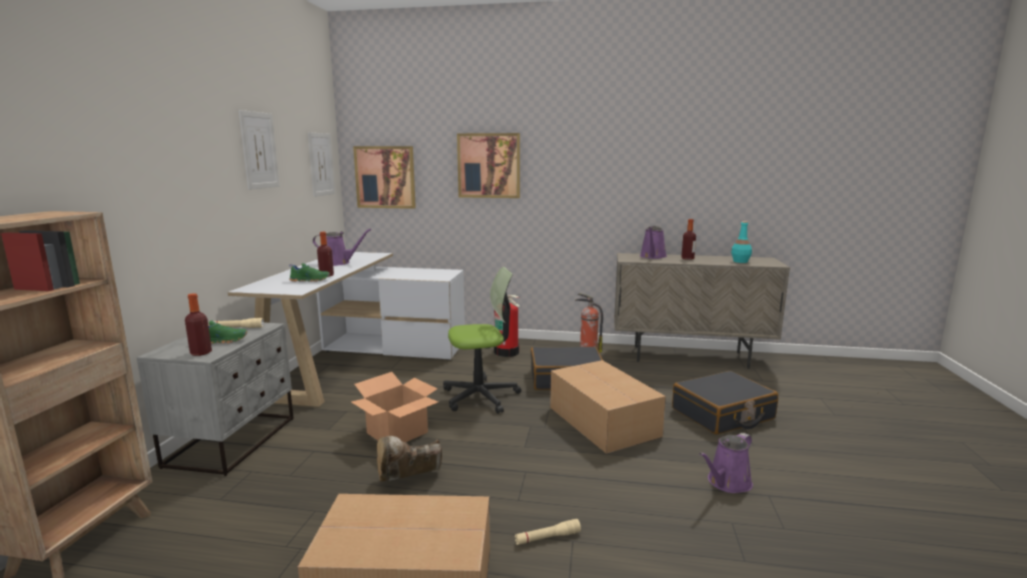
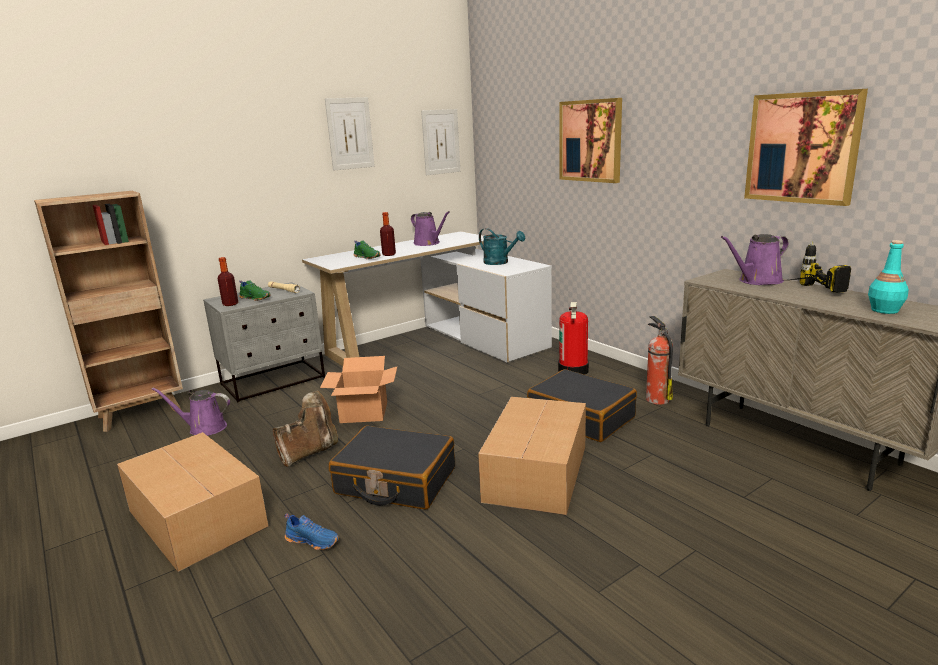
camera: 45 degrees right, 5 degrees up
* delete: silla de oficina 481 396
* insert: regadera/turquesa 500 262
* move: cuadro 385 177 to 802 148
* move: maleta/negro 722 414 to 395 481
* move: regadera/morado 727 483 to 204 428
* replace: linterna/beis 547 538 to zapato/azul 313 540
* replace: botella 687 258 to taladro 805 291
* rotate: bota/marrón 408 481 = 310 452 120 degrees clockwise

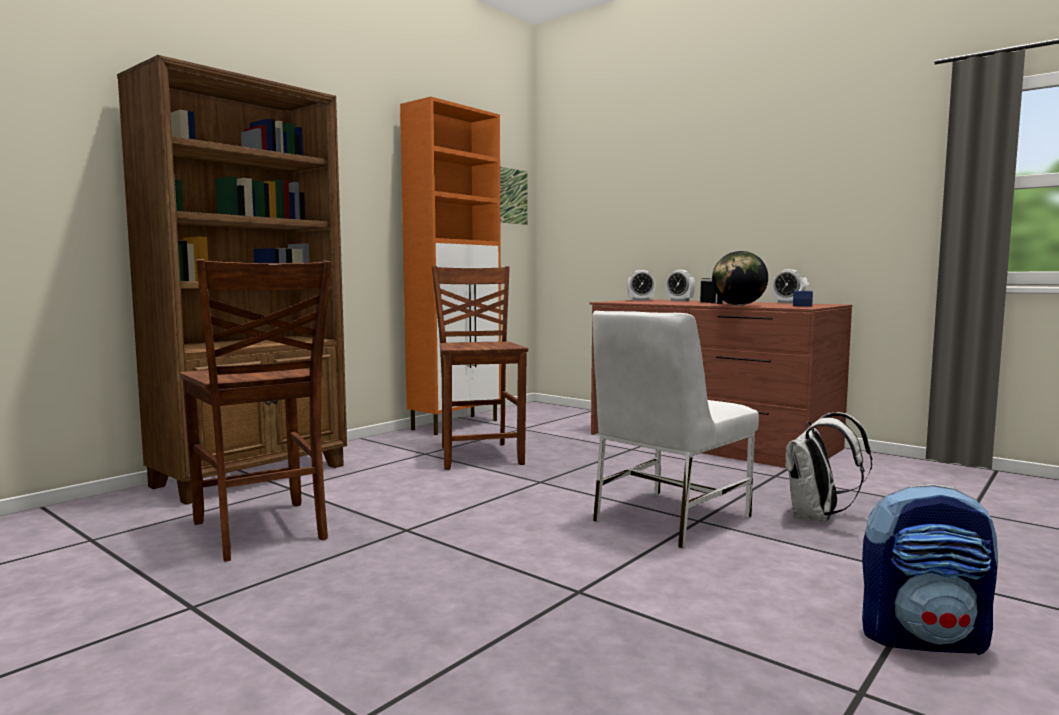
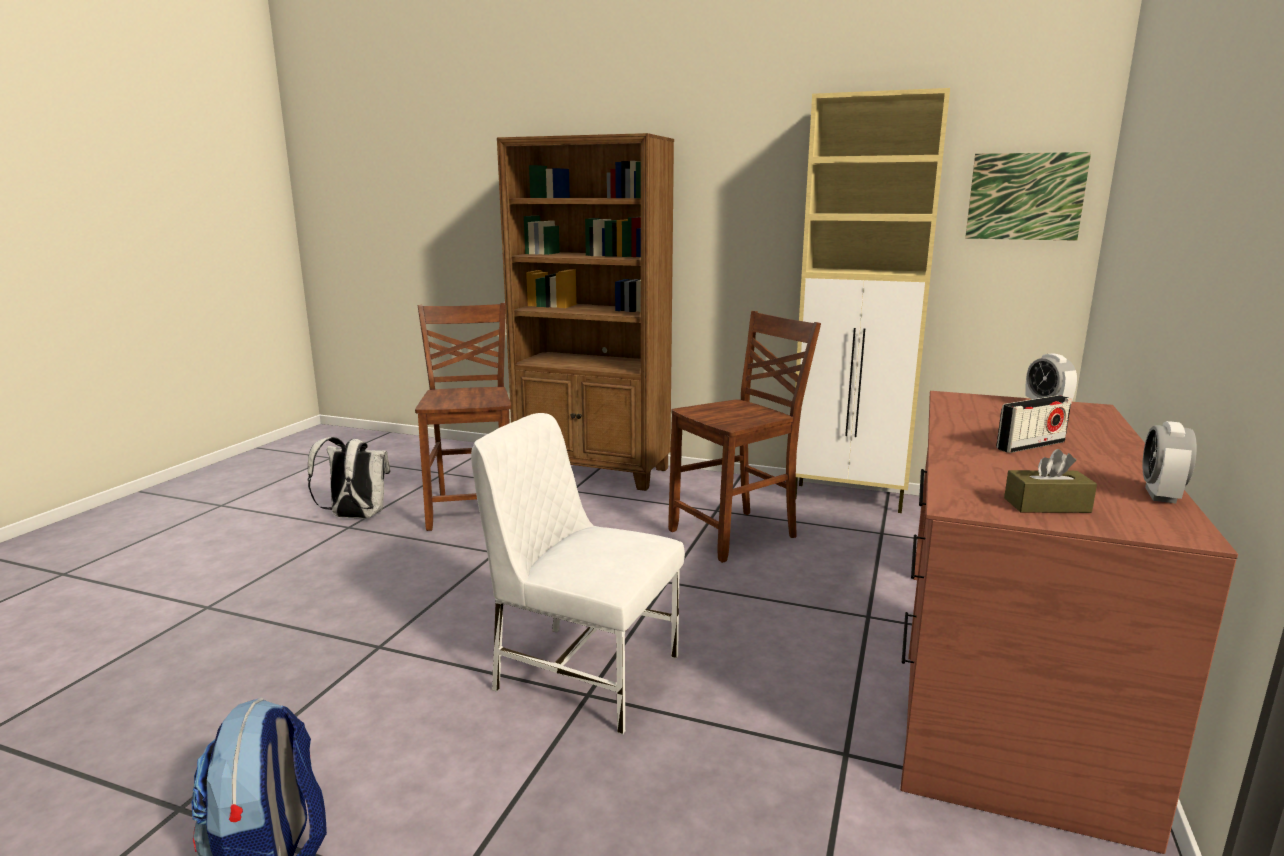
camera: 70 degrees right, 10 degrees up
* delete: despertador 680 301
* delete: globo terráqueo 738 305
* move: mochila/blanco 817 518 to 355 517
* recolor: armario/naranja 456 425 to armario/beis 849 498
* recolor: caja de pañuelos/azul 802 305 to caja de pañuelos/marrón 1047 505
* rotate: silla/marrón 261 532 = 473 509 135 degrees clockwise

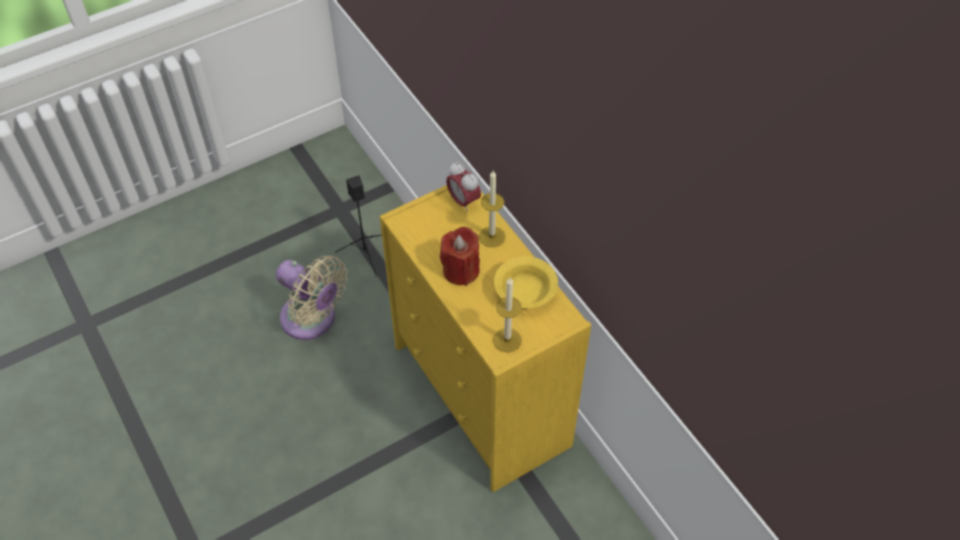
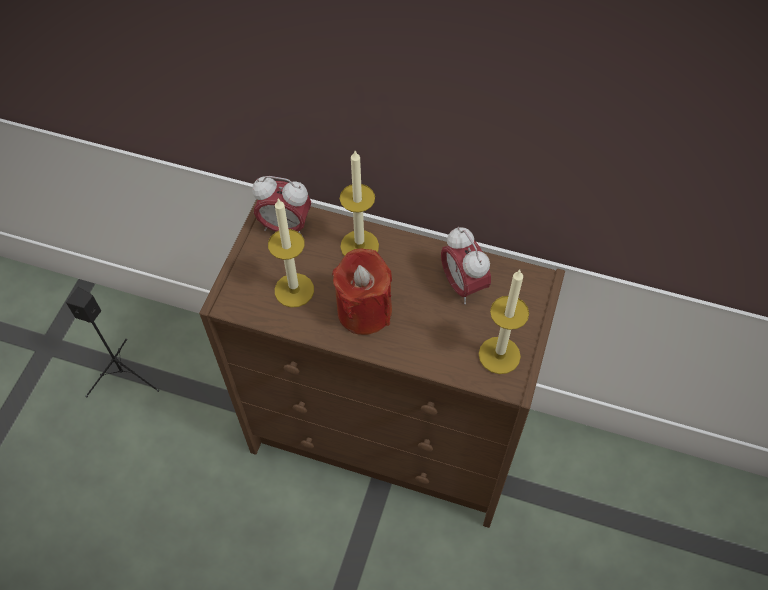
camera: 40 degrees left, 5 degrees up
* delete: ventilador/beis 312 320
* insert: vela 294 290
* replace: cuenco/amarillo 526 293 to despertador 462 285
* recolor: cómoda/amarillo 482 397 to cómoda/marrón 389 436

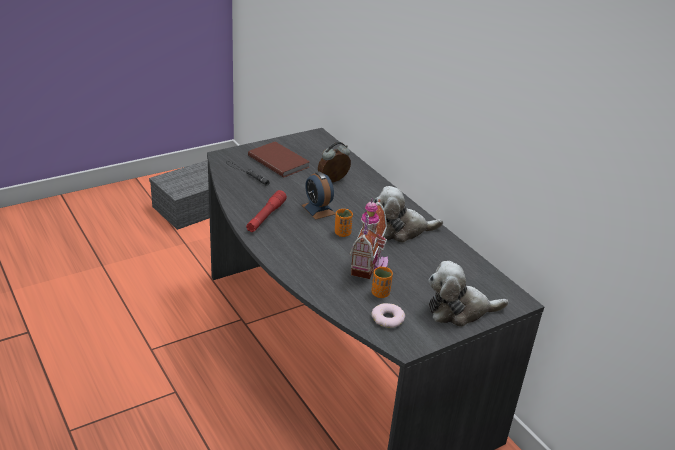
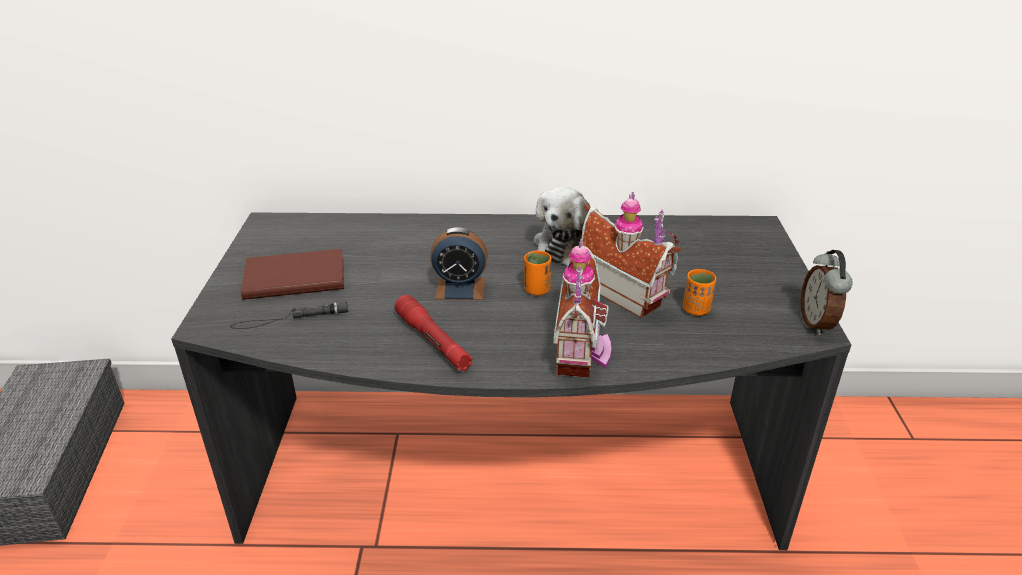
camera: 55 degrees left, 0 degrees up
* delete: rosquilla 388 318
* delete: peluche 459 310
* insert: casita 583 352
* move: despertador 333 181 to 817 323

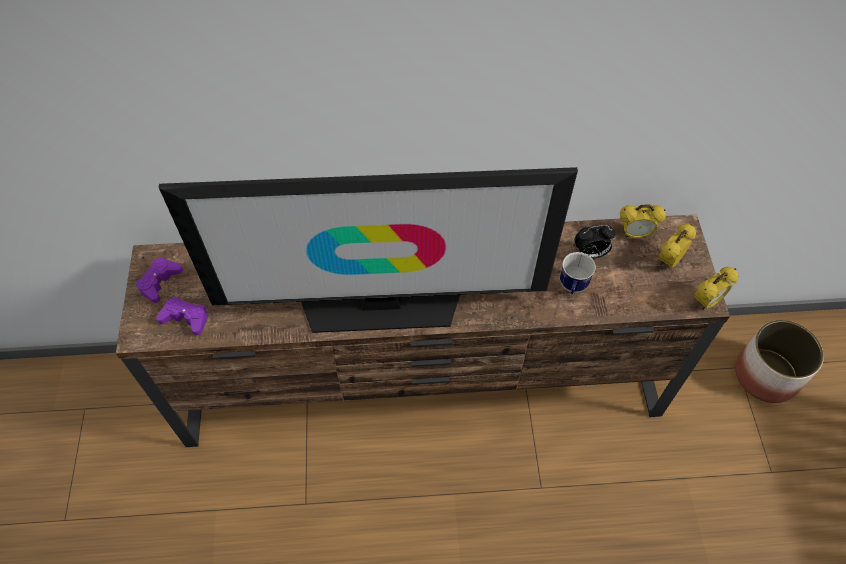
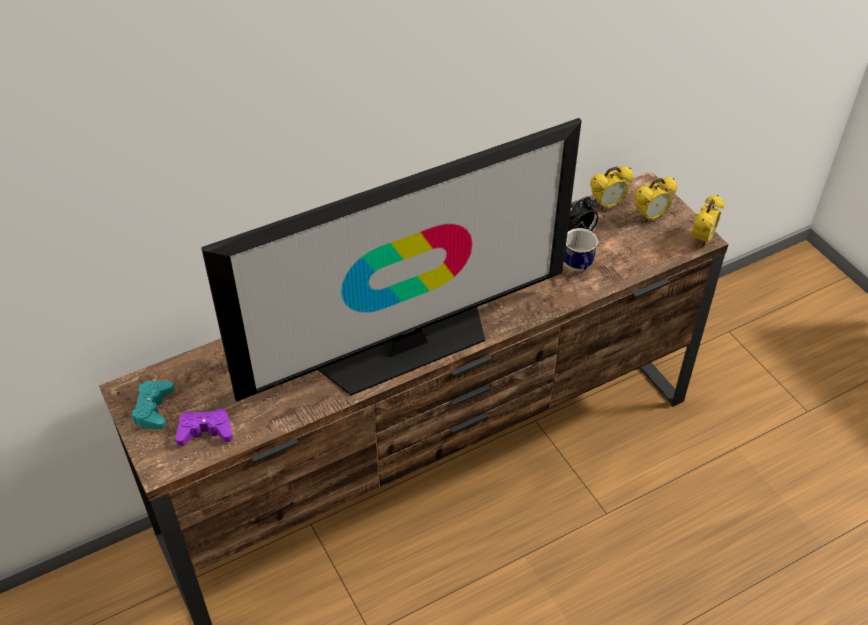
camera: 25 degrees left, 10 degrees down
* delete: maceta 766 375
* recolor: mando de consola/morado 160 282 to mando de consola/turquesa 153 409
* rotate: despertador 669 261 = 650 217 135 degrees counterclockwise

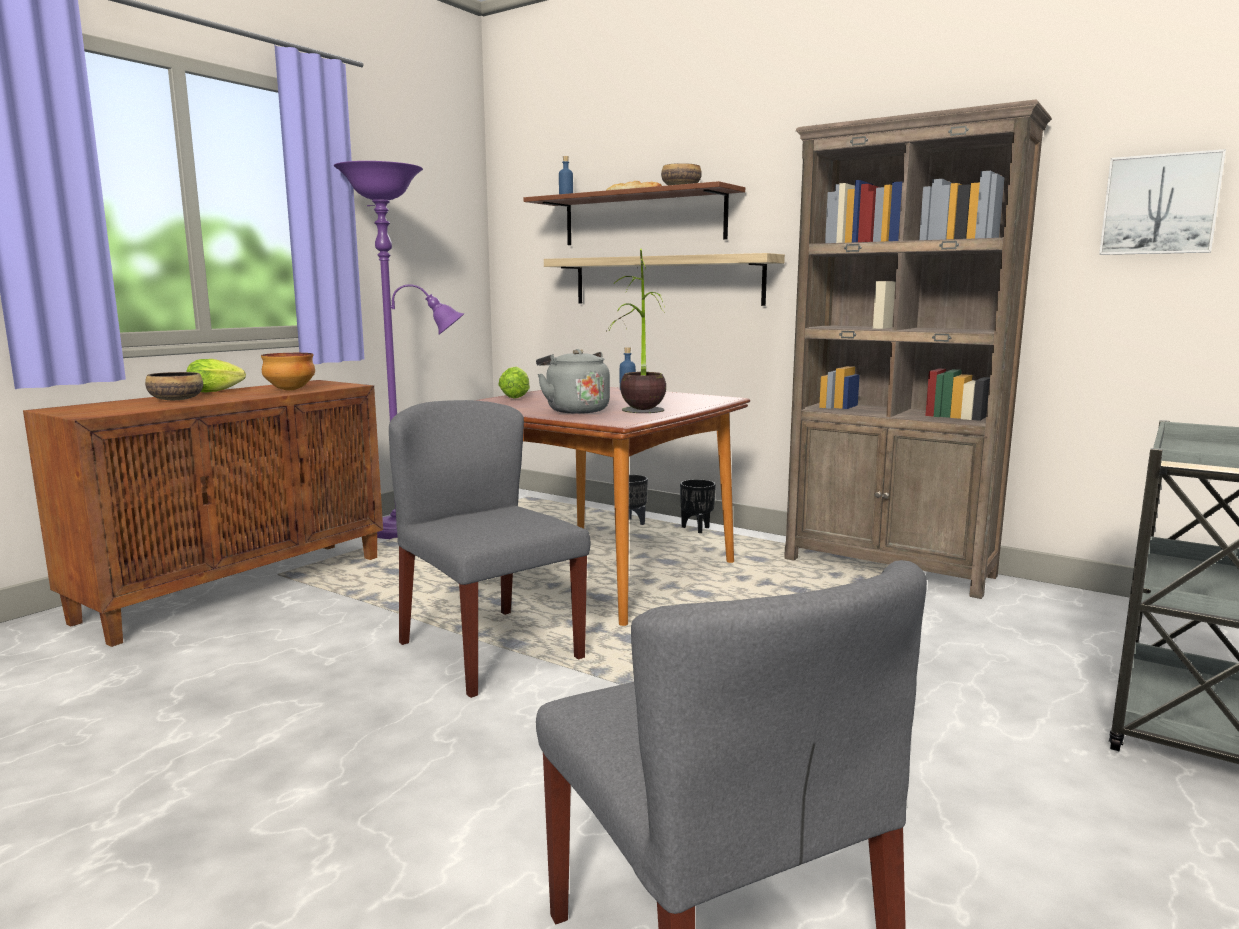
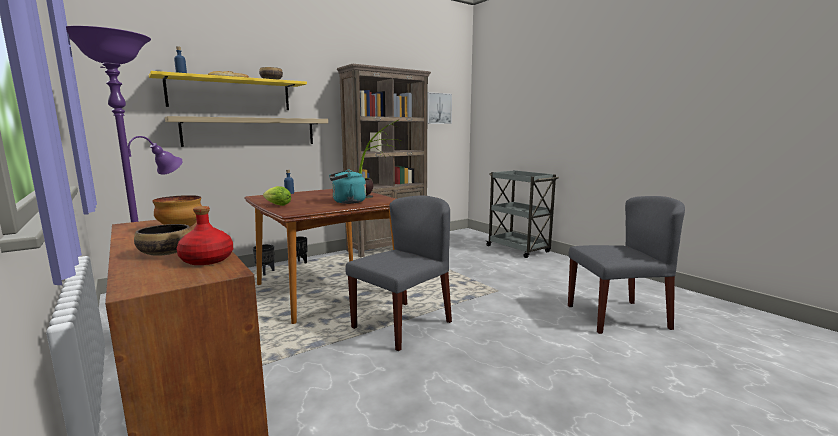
camera: 70 degrees left, 0 degrees up
* delete: lechuga 218 391
* insert: botella/rojo 207 260
* recolor: estante/marrón 643 218 to estante/amarillo 230 94
* recolor: hervidor/gris 574 410 to hervidor/turquesa 347 202
* rotate: silla/gris 489 650 = 402 324 150 degrees clockwise

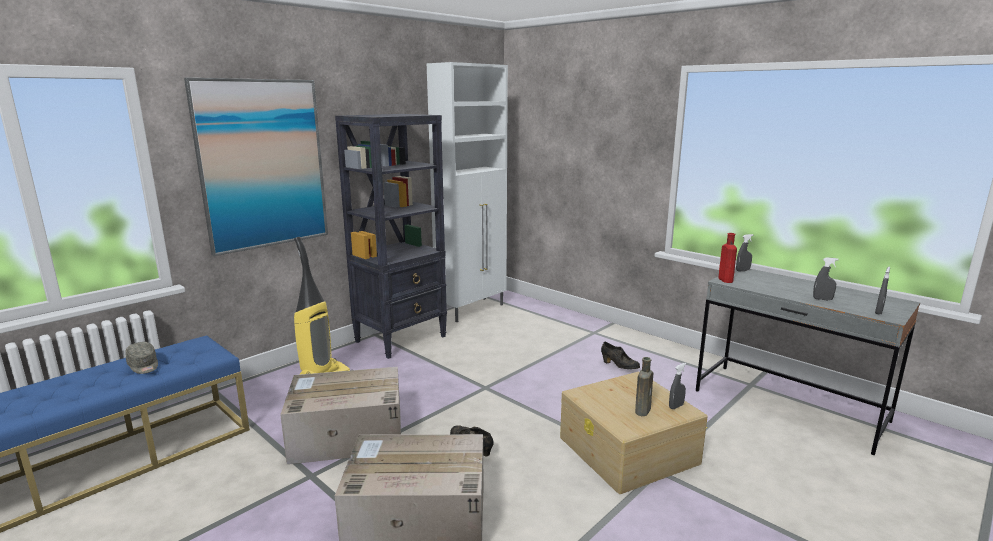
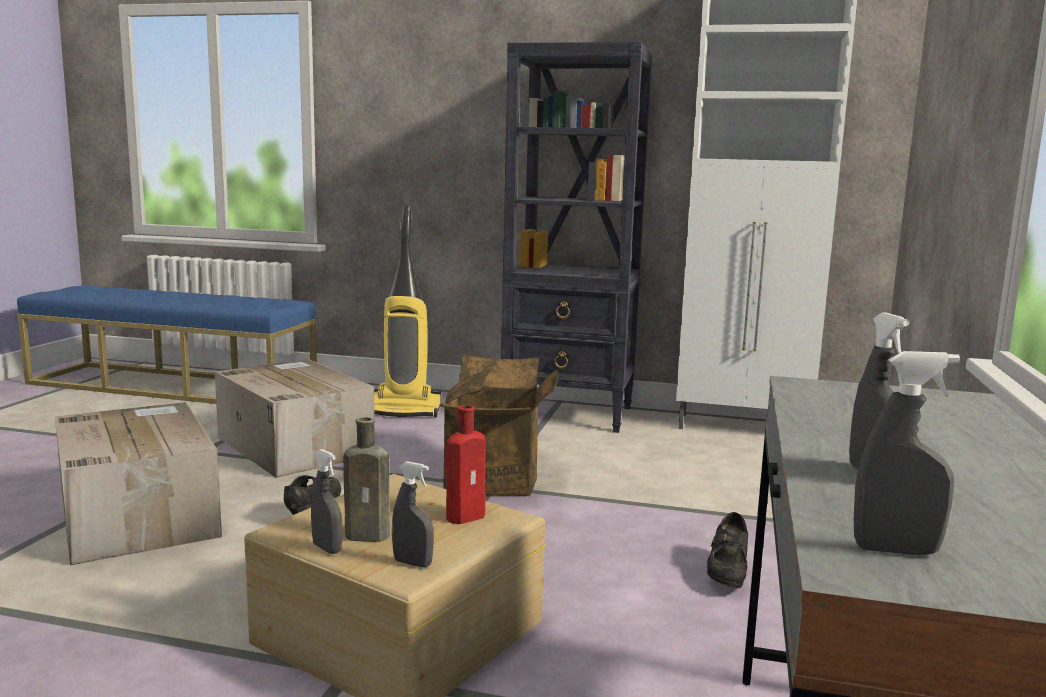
camera: 60 degrees right, 5 degrees down
* delete: gorra/gris 143 365
* delete: cuadro 263 164
* insert: caja de cartón 496 479
* move: botella/rojo 724 279 to 468 516
* move: pulverizador/gris 742 270 to 327 548

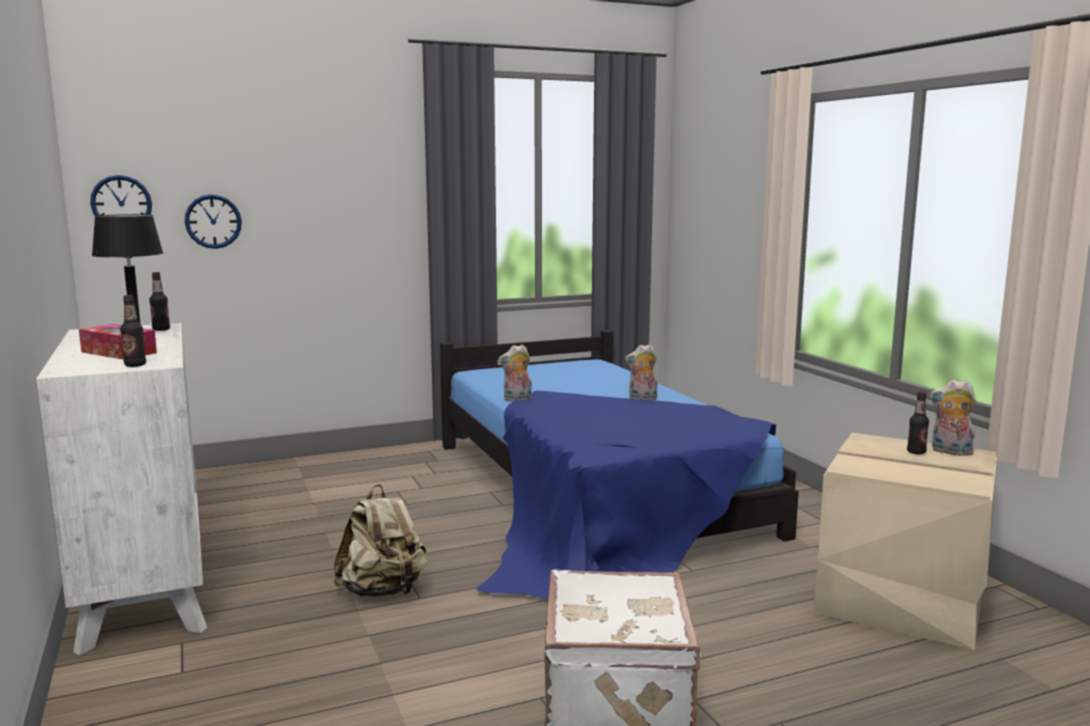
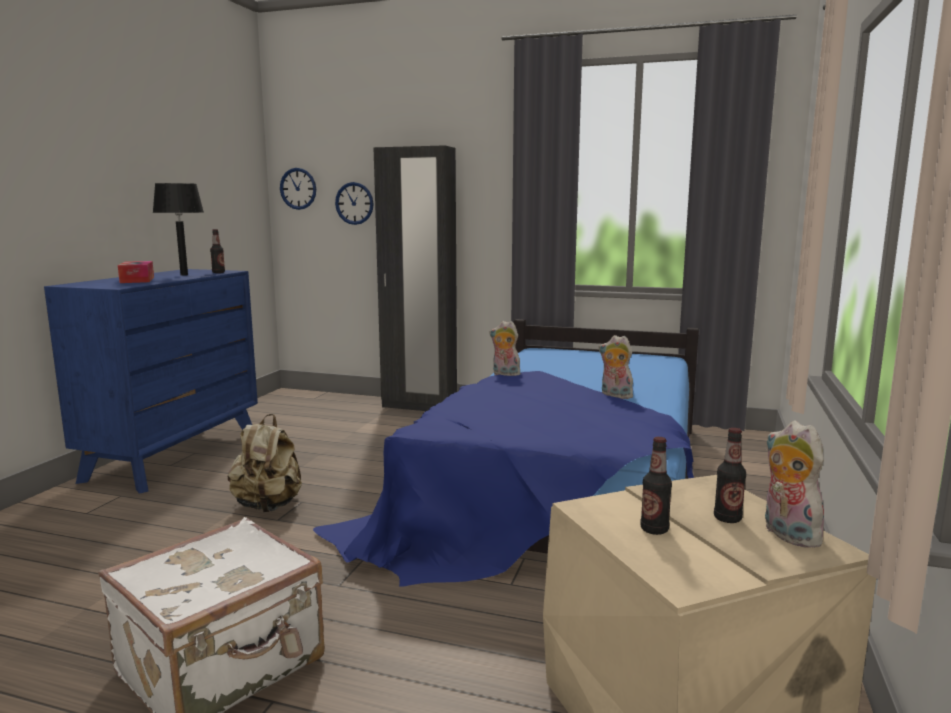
camera: 40 degrees right, 0 degrees up
* insert: armario ropero/negro 419 406
* move: botella 135 365 to 654 530
* recolor: cómoda/blanco 145 586 to cómoda/azul 174 456

